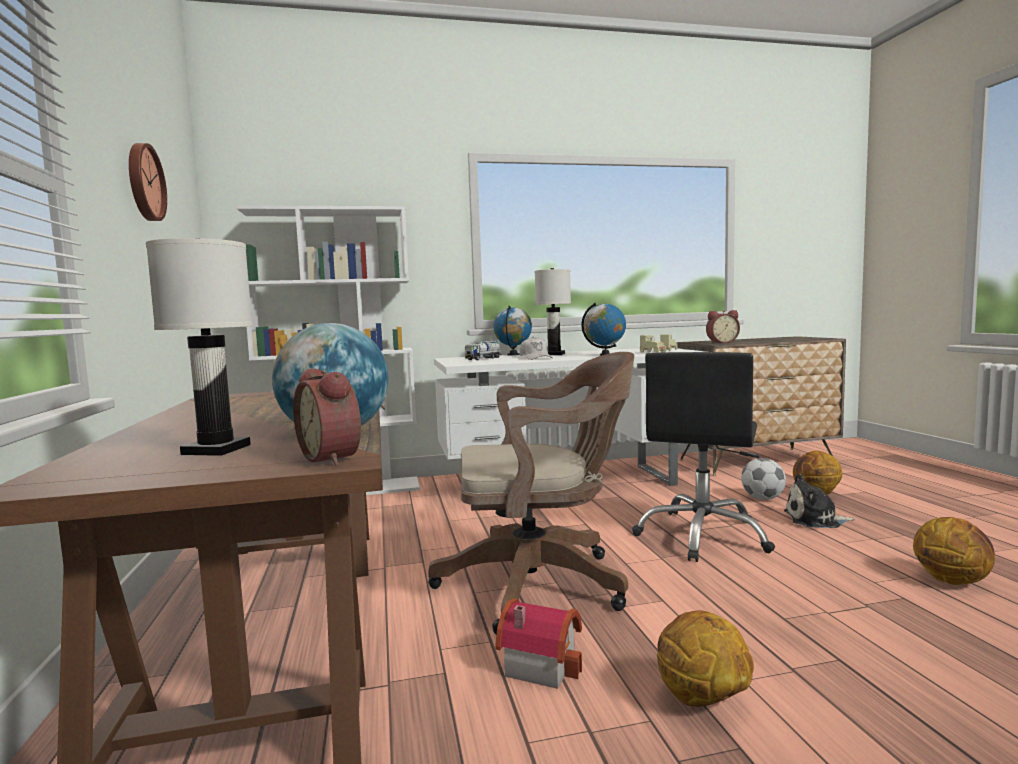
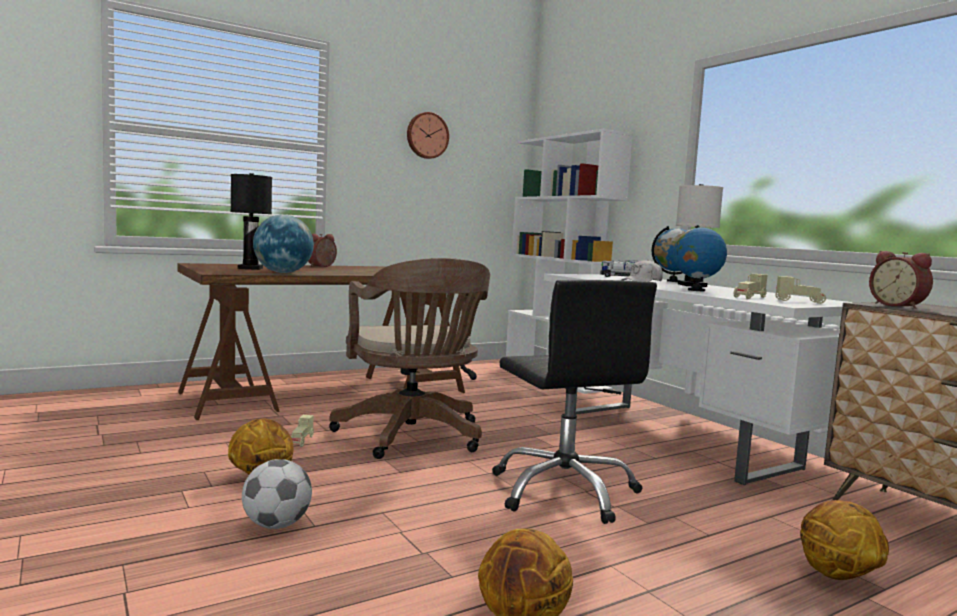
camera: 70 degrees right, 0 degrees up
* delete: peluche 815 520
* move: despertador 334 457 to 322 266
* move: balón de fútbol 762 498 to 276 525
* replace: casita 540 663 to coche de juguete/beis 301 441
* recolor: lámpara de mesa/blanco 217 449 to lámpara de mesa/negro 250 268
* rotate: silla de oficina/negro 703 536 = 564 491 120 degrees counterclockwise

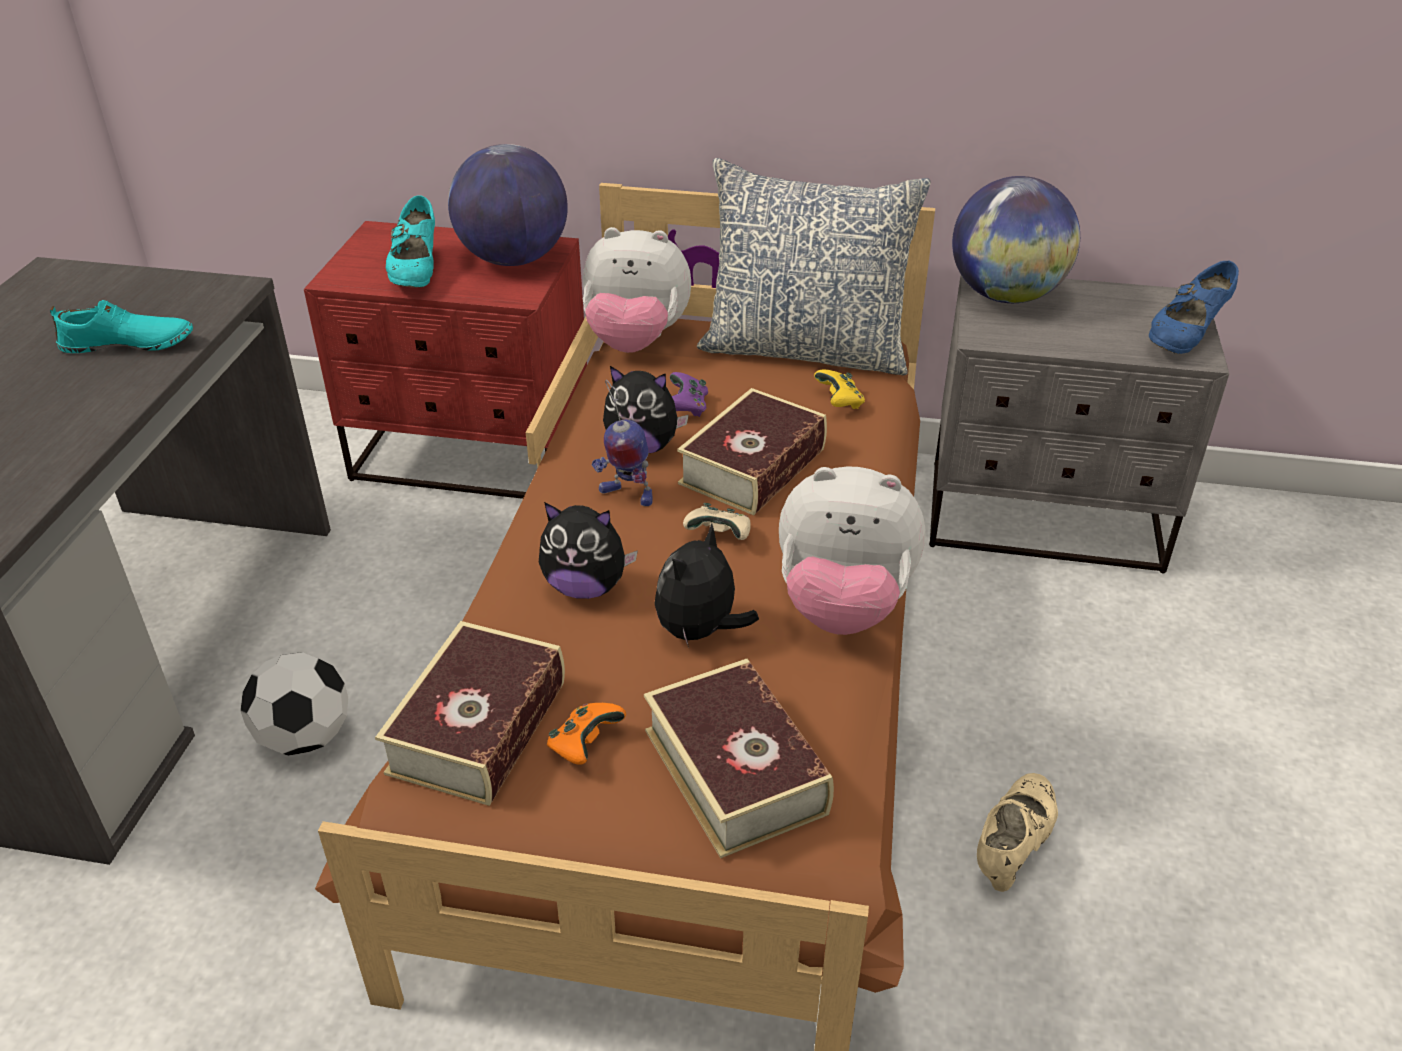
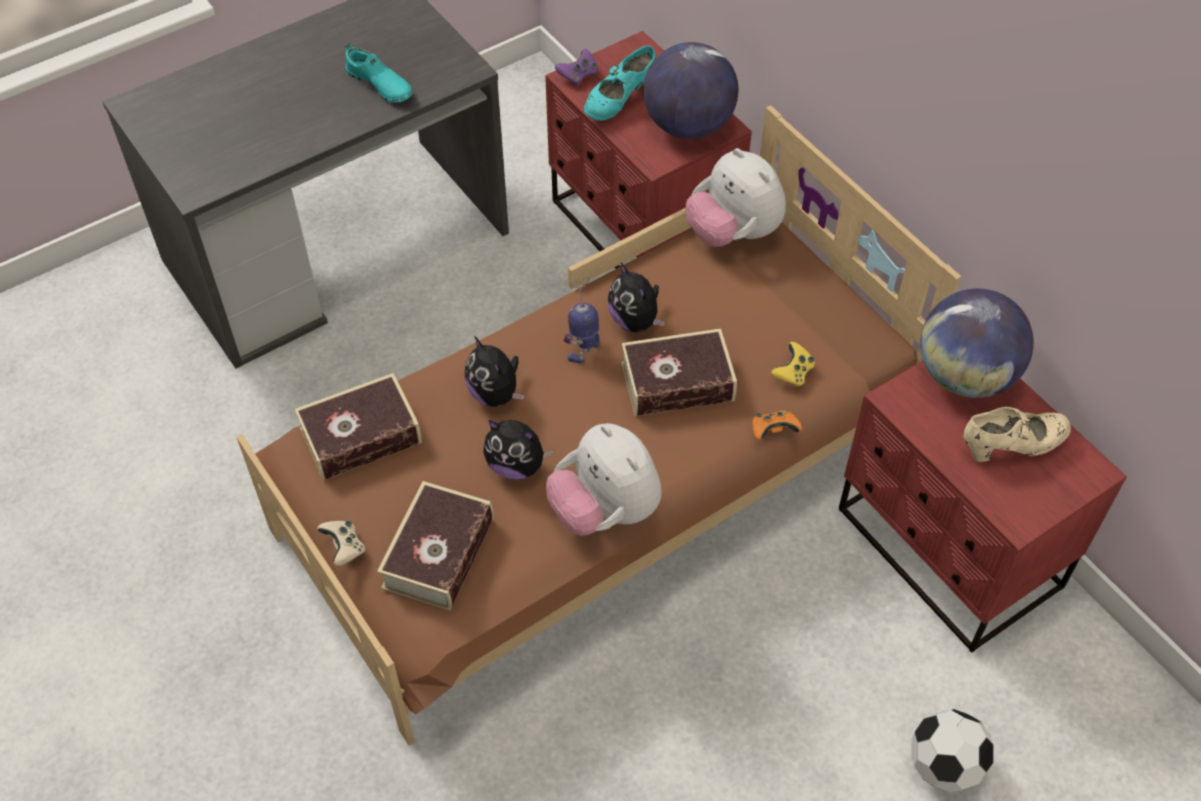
camera: 45 degrees right, 15 degrees up
* delete: cojín 805 349
* delete: zapato/azul 1185 337
* move: balón de fútbol 305 738 to 944 765
* move: mando de consola/naranja 585 745 to 773 431
* move: mando de consola/morado 687 407 to 578 76
* move: mando de consola/beis 720 536 to 344 548
* move: zapato/beis 1012 846 to 1012 446
* recolor: mesita de noche/gris 1045 517 to mesita de noche/rojo 948 550
* rotate: robot de juguete 626 494 = 585 349 60 degrees clockwise
* rotate: peluche 700 631 = 516 466 150 degrees counterclockwise

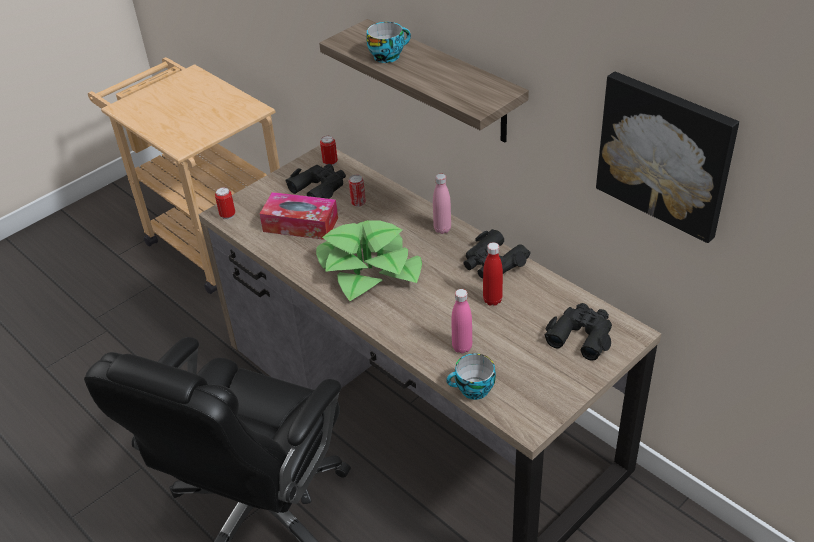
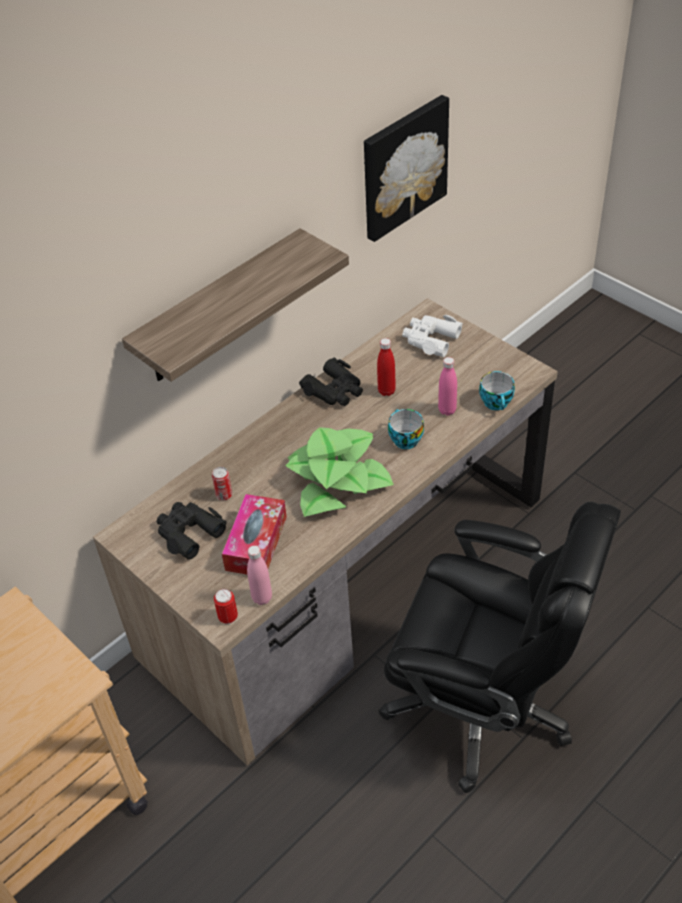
camera: 90 degrees left, 5 degrees up
* delete: lata 330 163
* move: taza 388 56 to 404 439
* move: botella/rosa 442 229 to 262 598
* recolor: prismáticos/negro 581 335 to prismáticos/blanco 430 339

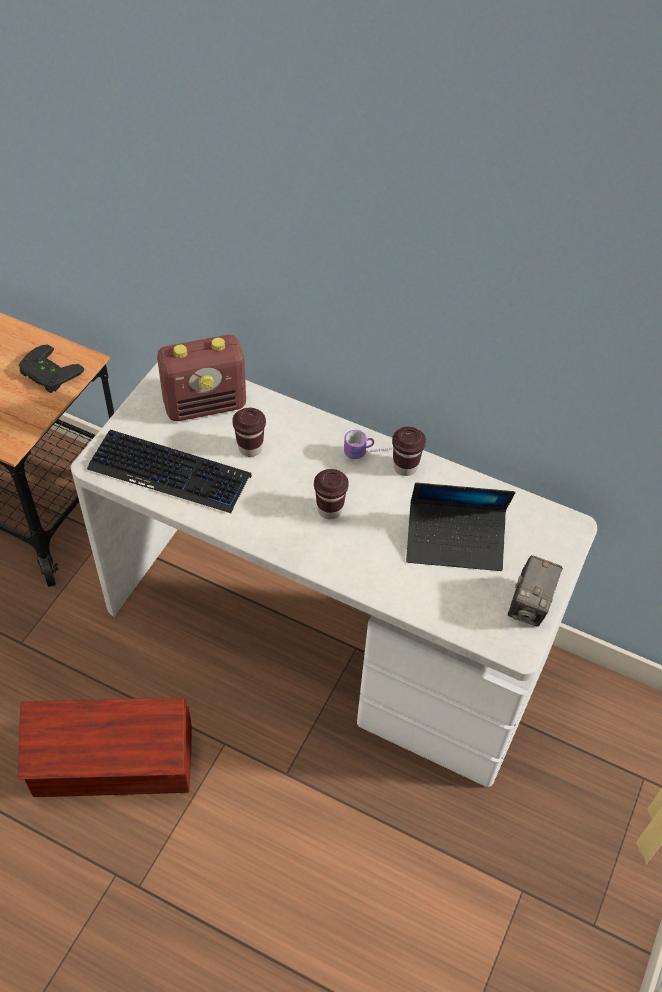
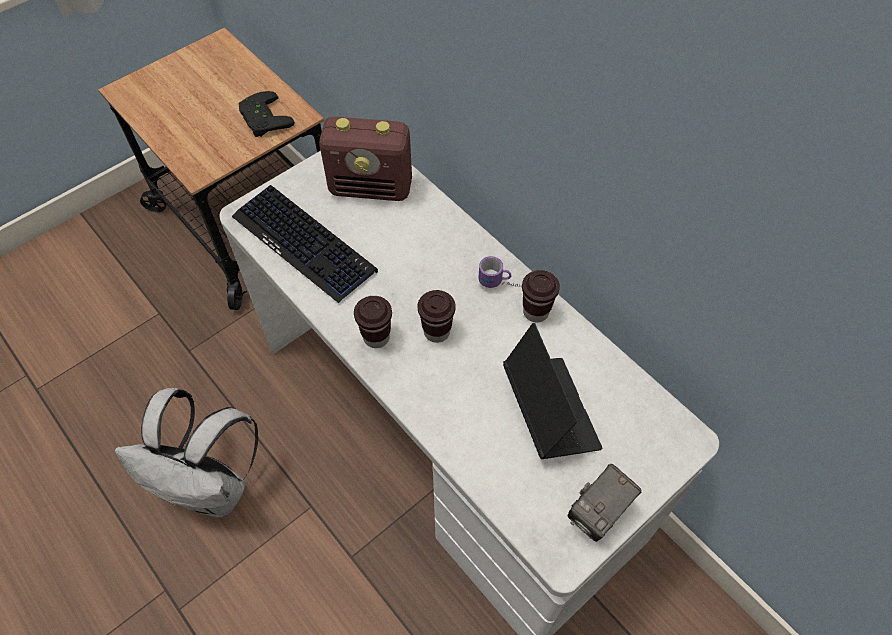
camera: 25 degrees right, 5 degrees up
* move: taza/marrón 250 448 to 376 337
* replace: caja de almacenaje/marrón 115 763 to mochila/blanco 212 487
* rotate: portátil 455 542 = 549 411 135 degrees counterclockwise

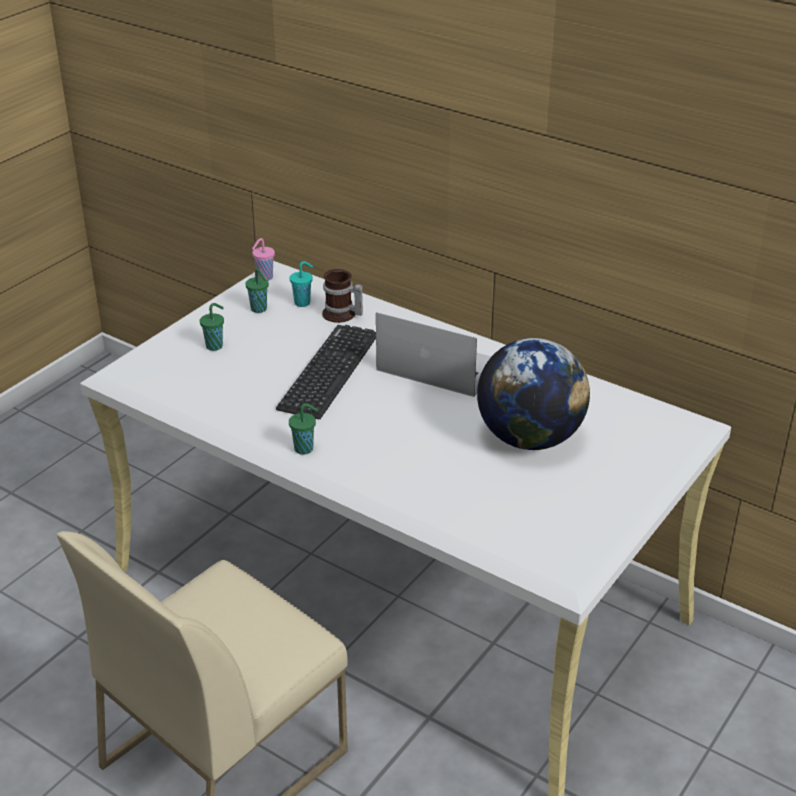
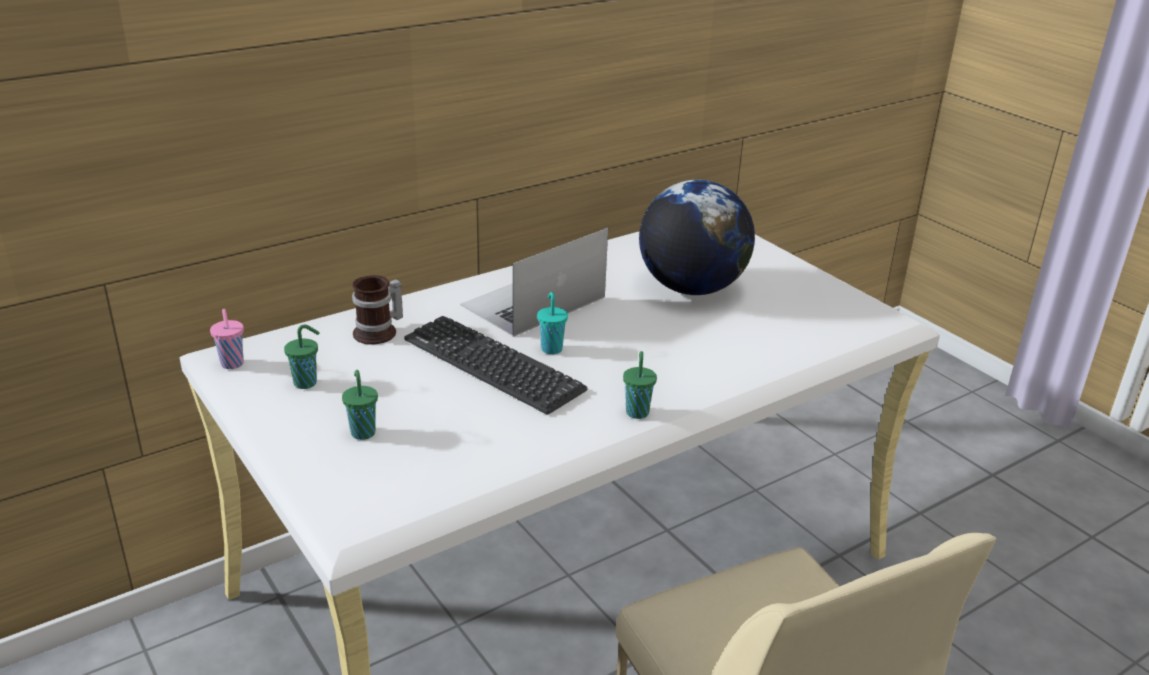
camera: 70 degrees left, 5 degrees down
* move: taza/turquesa 303 303 to 551 348

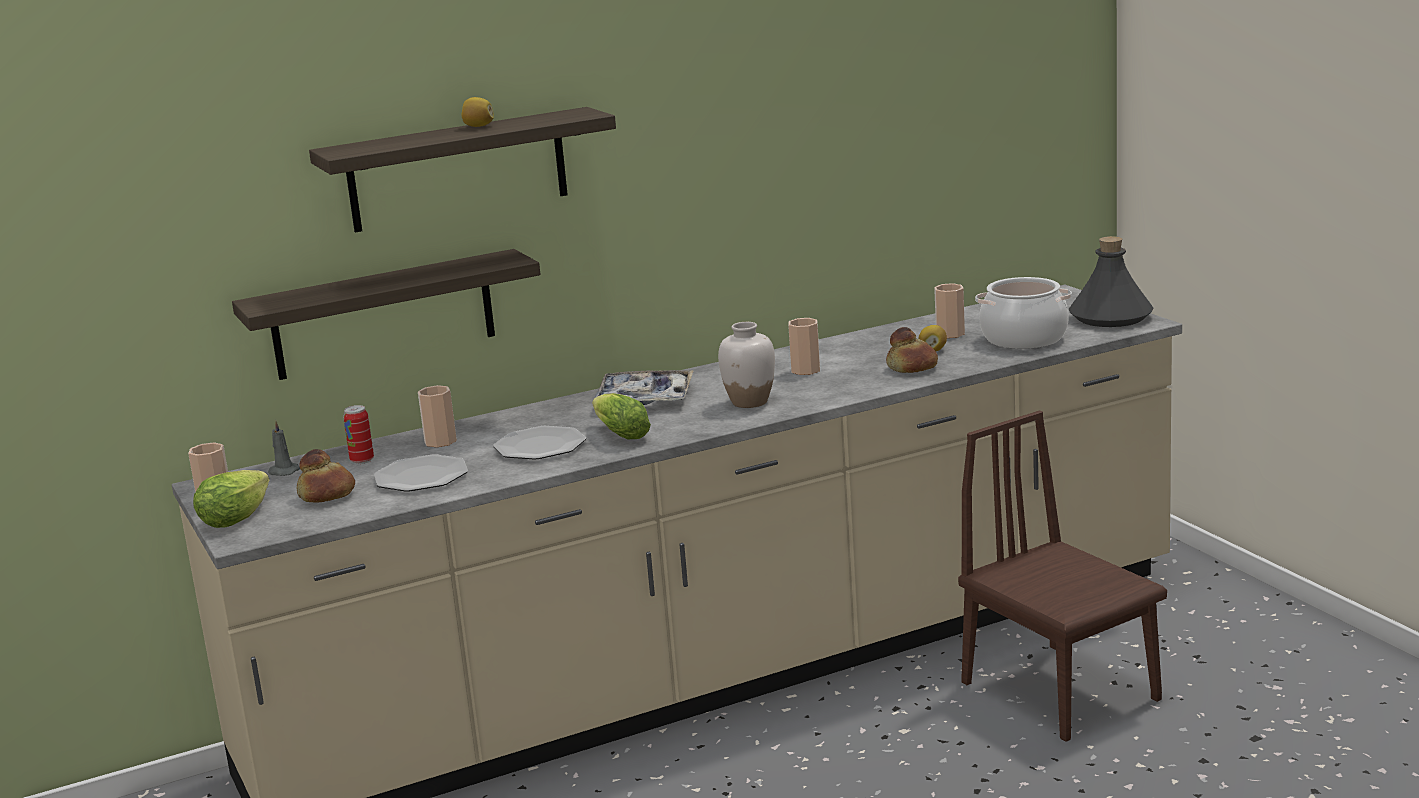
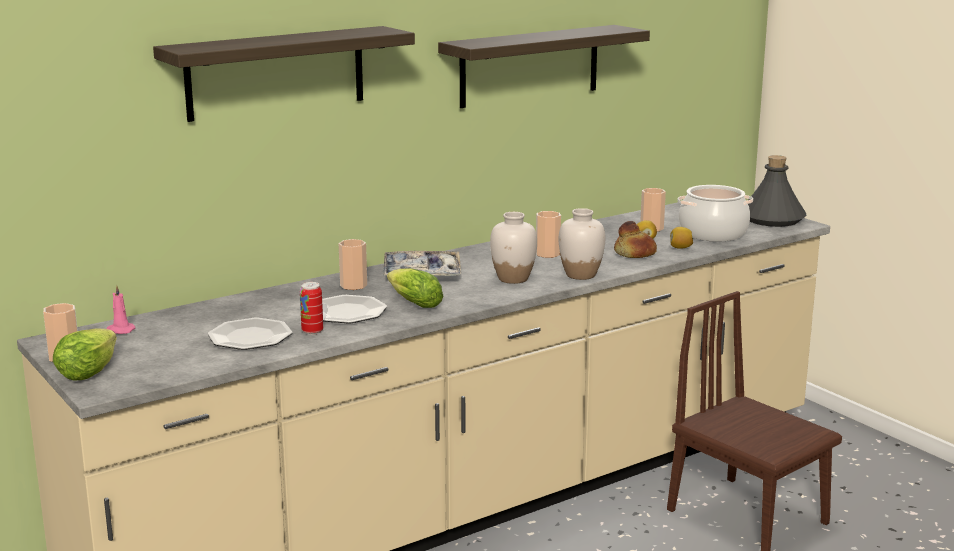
camera: 10 degrees left, 0 degrees up
* delete: pan 326 495
* insert: florero/blanco 580 275
* move: estante 383 315 to 530 66
* move: lata 362 460 to 312 331
* move: taza 440 441 to 353 285
* move: limón 478 126 to 680 248
* recolor: vela/gris 283 472 to vela/rosa 120 330

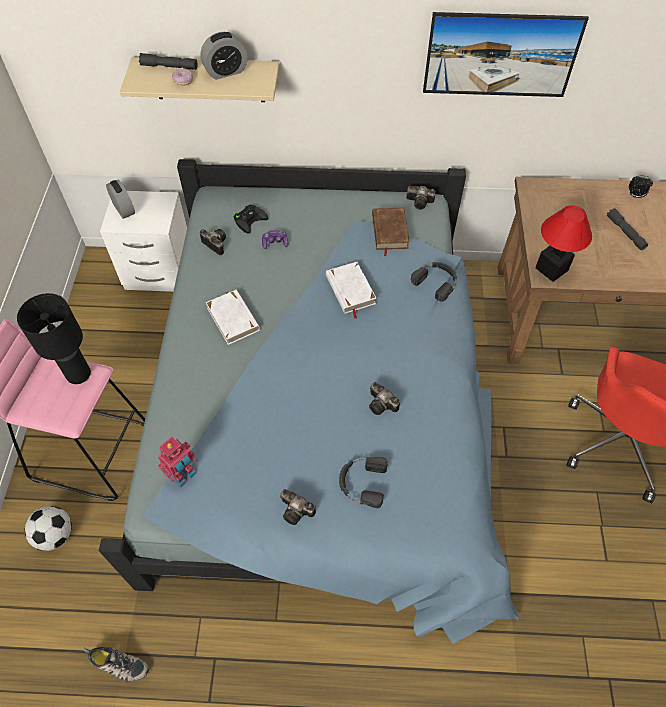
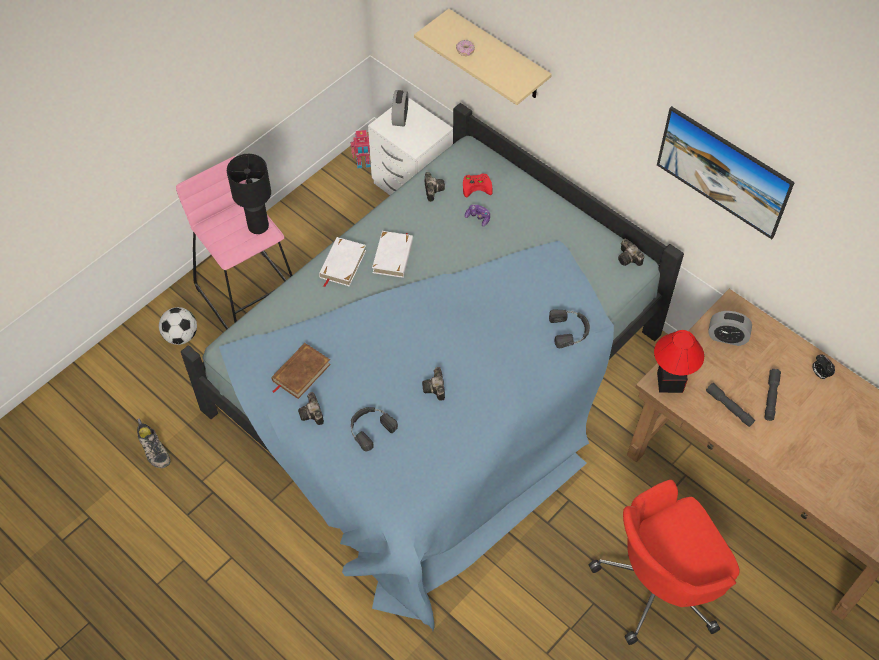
camera: 40 degrees right, 0 degrees up
* move: linterna/gris 169 67 to 729 407
* move: robot de juguete 184 475 to 363 164
* move: despertador 226 72 to 727 337
* move: libro/blanco 350 290 to 342 264
* move: libro/marrón 389 231 to 301 372
* recolor: mando de consola/negro 250 219 to mando de consola/rojo 477 186

